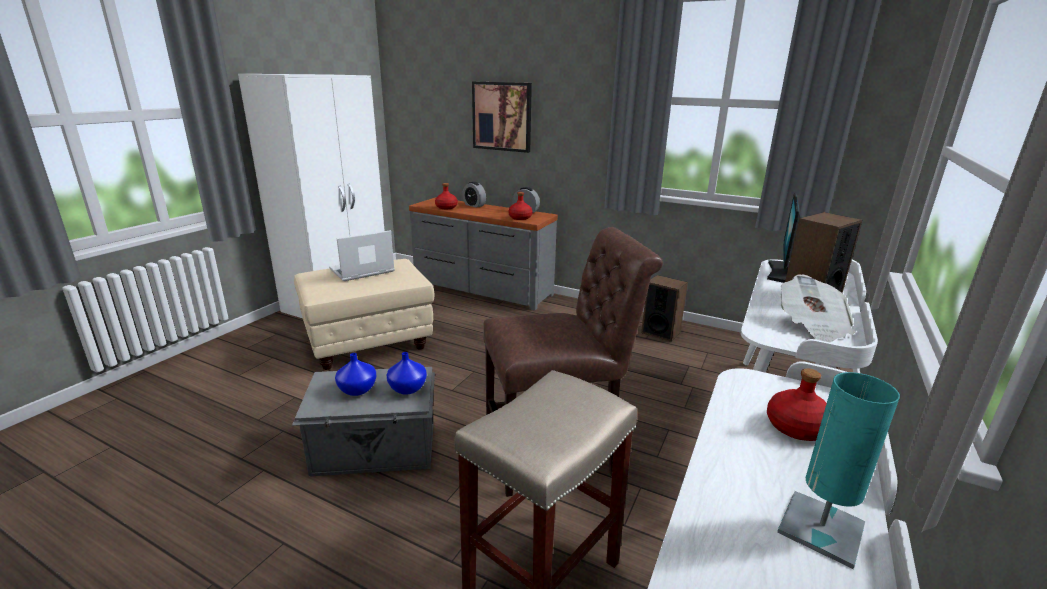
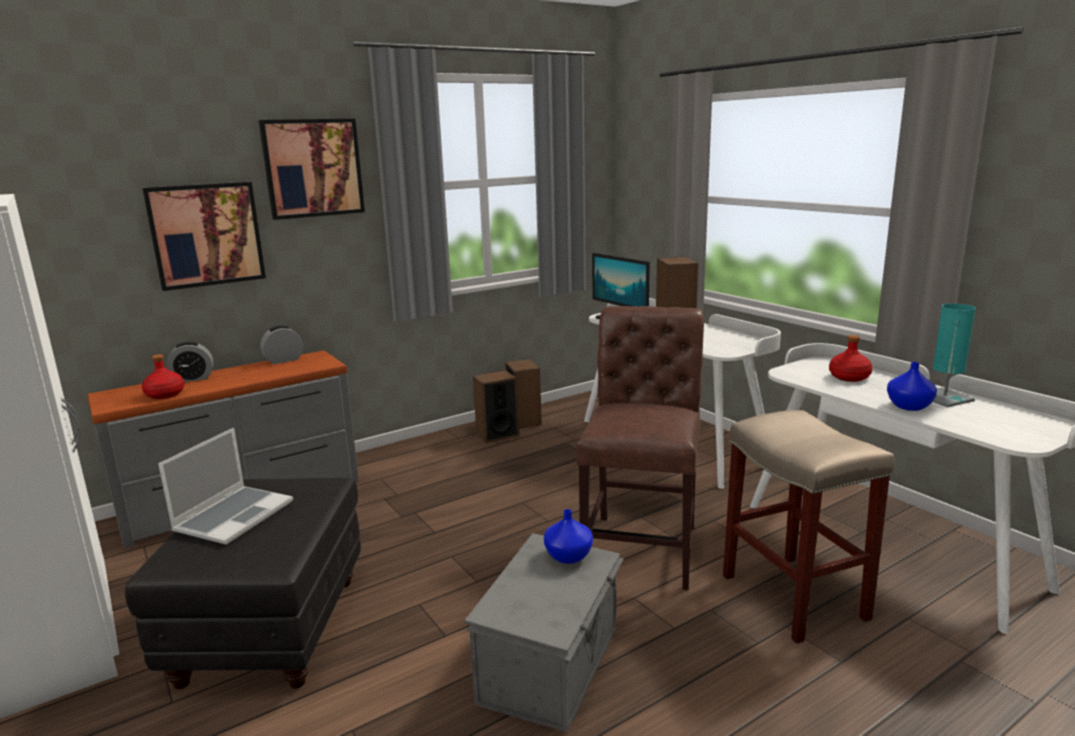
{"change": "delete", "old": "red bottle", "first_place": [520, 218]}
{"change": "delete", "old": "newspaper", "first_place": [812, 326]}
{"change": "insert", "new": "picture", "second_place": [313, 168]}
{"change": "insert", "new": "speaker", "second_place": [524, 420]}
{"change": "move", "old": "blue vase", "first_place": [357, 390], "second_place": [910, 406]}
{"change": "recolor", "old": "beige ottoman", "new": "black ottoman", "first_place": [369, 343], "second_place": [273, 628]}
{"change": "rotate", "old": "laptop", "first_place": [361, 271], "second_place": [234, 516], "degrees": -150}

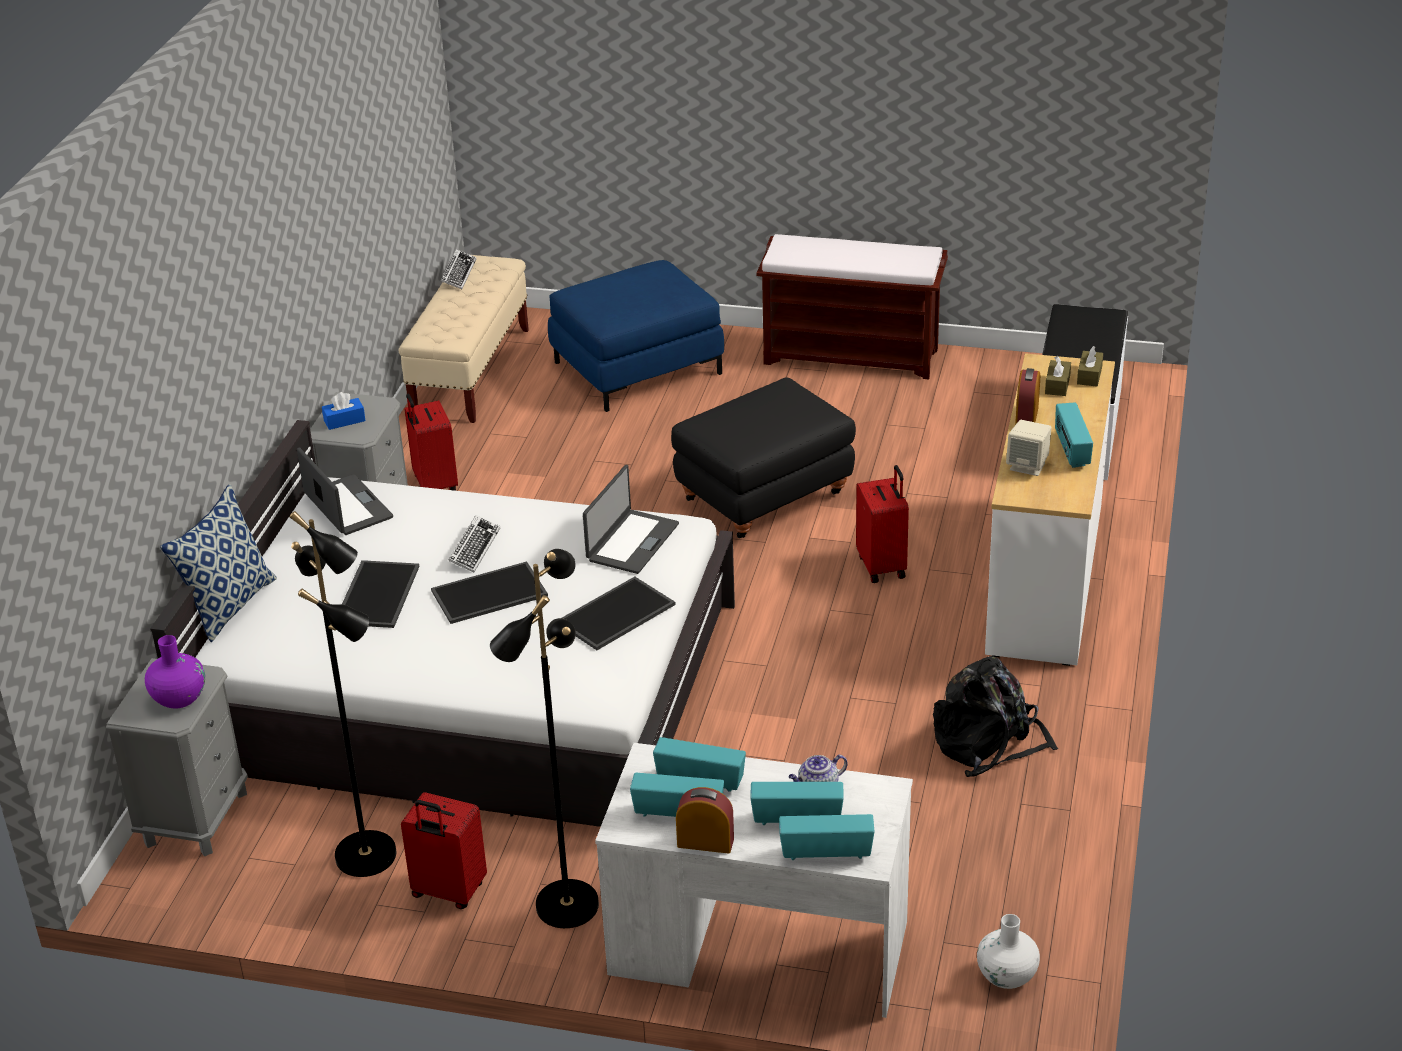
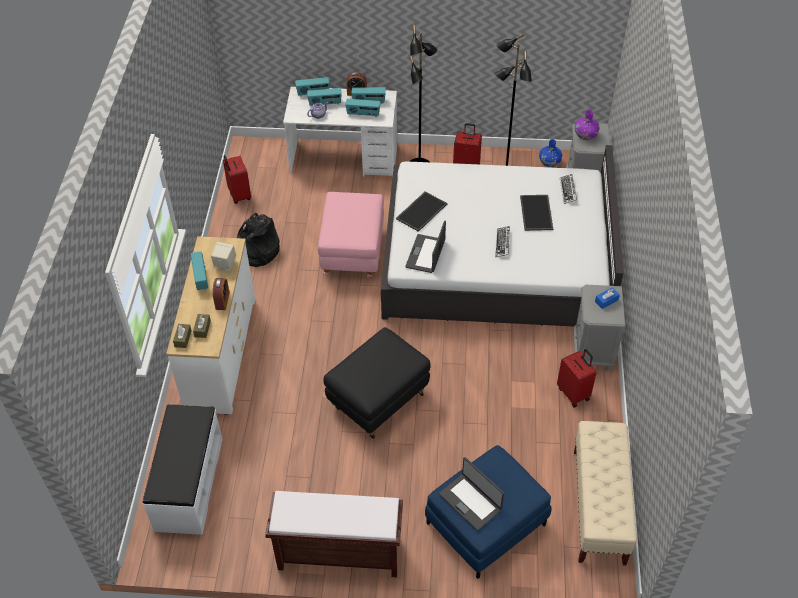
{"change": "delete", "old": "pillow", "first_place": [229, 605]}
{"change": "delete", "old": "tray", "first_place": [489, 594]}
{"change": "delete", "old": "white vase", "first_place": [1006, 976]}
{"change": "insert", "new": "pink ottoman", "second_place": [353, 253]}
{"change": "insert", "new": "blue vase", "second_place": [549, 163]}
{"change": "move", "old": "laptop", "first_place": [347, 507], "second_place": [471, 501]}
{"change": "move", "old": "keyboard", "first_place": [458, 273], "second_place": [568, 190]}
{"change": "move", "old": "red suitcase", "first_place": [883, 566], "second_place": [239, 195]}

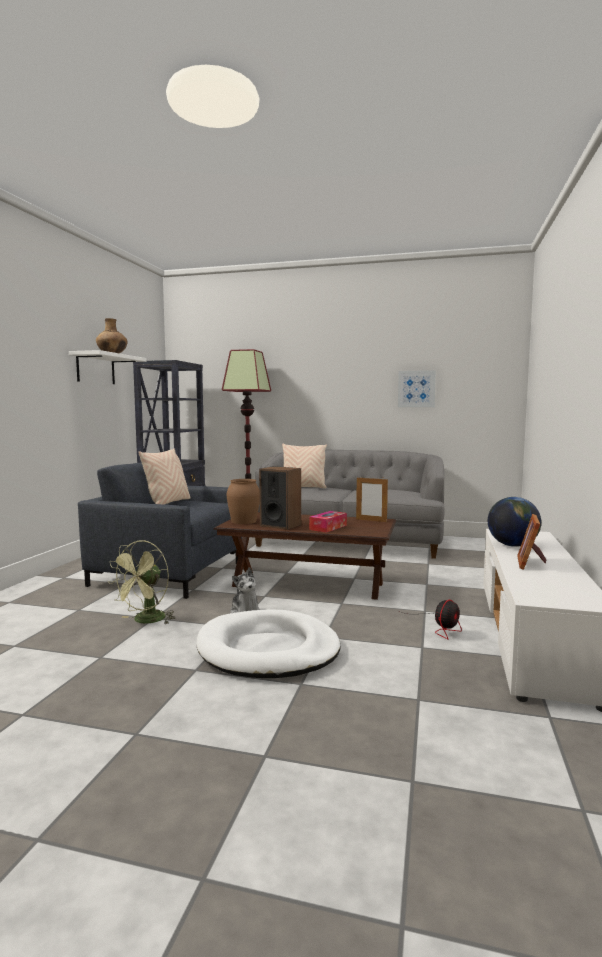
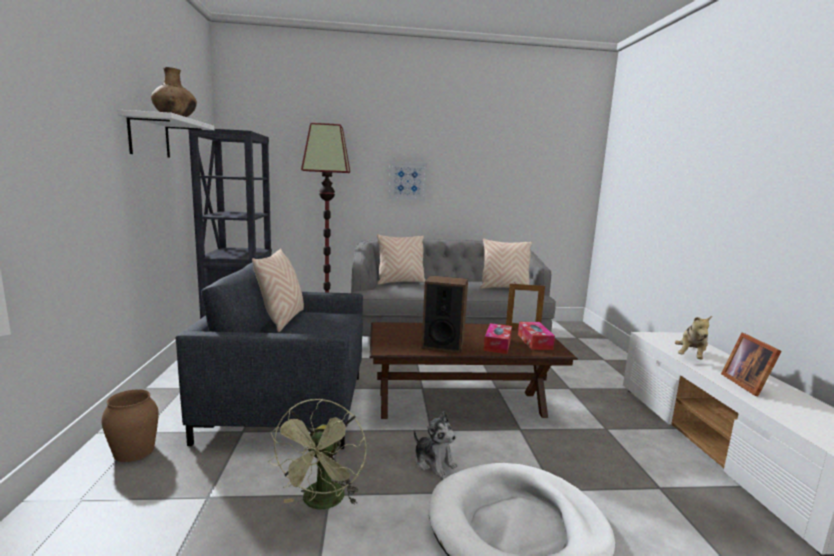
{"change": "delete", "old": "fan", "first_place": [441, 627]}
{"change": "insert", "new": "beige pillow", "second_place": [504, 288]}
{"change": "insert", "new": "tissue box", "second_place": [534, 342]}
{"change": "move", "old": "brown vase", "first_place": [244, 521], "second_place": [134, 451]}
{"change": "move", "old": "picture", "first_place": [416, 389], "second_place": [407, 181]}
{"change": "replace", "old": "globe", "new": "plush toy", "first_place": [512, 545], "second_place": [690, 357]}

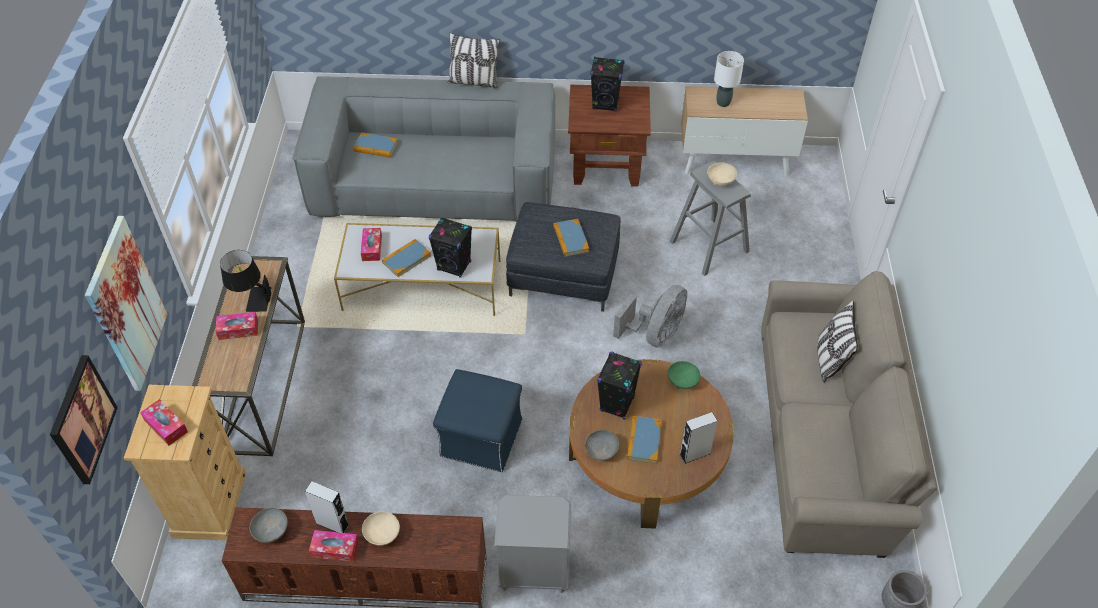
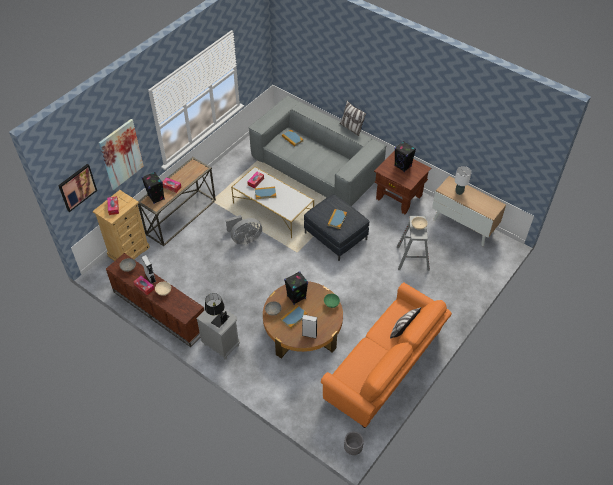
{"change": "delete", "old": "blue ottoman", "first_place": [480, 437]}
{"change": "move", "old": "black table lamp", "first_place": [251, 299], "second_place": [217, 317]}
{"change": "move", "old": "black speaker", "first_place": [454, 266], "second_place": [156, 197]}
{"change": "move", "old": "grey fan", "first_place": [655, 334], "second_place": [244, 239]}
{"change": "recolor", "old": "beige sofa", "new": "orange sofa", "first_place": [826, 440], "second_place": [386, 368]}

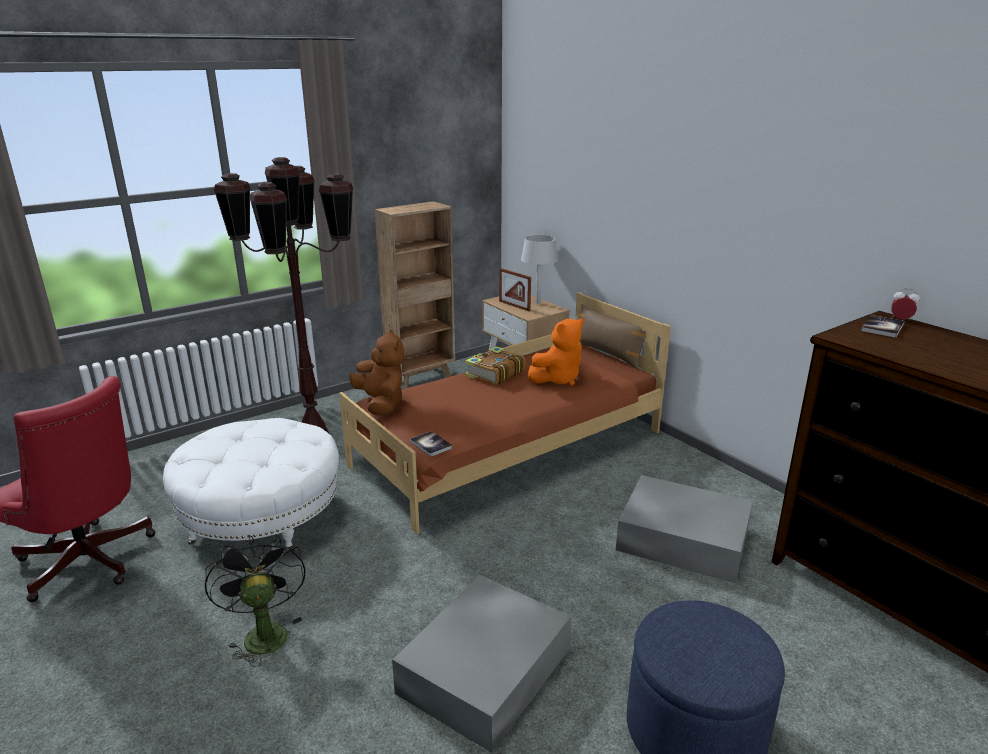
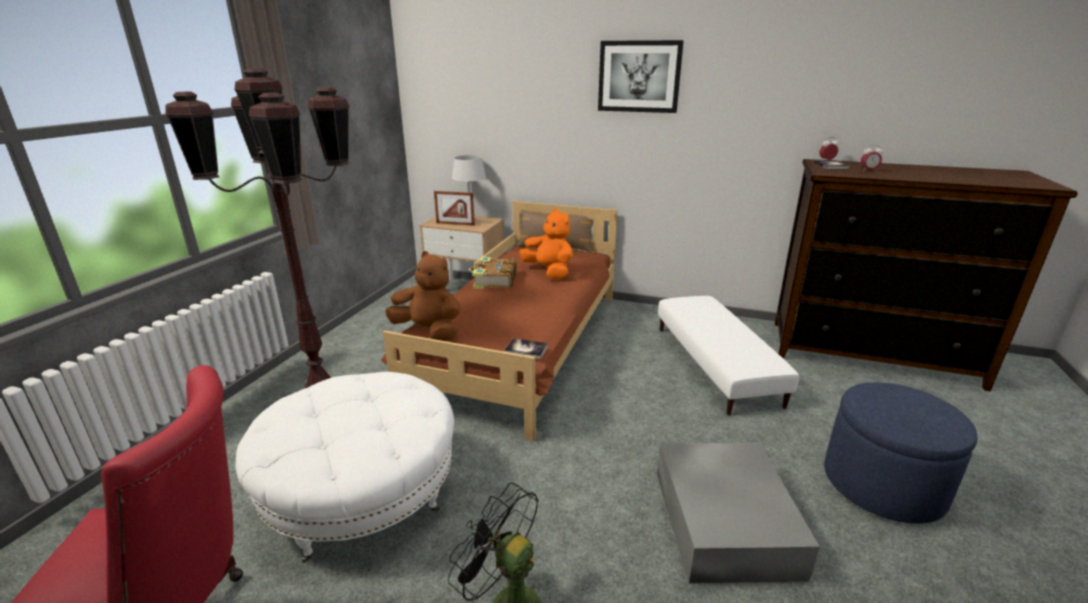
{"change": "delete", "old": "brown bookcase", "first_place": [422, 378]}
{"change": "insert", "new": "picture", "second_place": [639, 76]}
{"change": "insert", "new": "alarm clock", "second_place": [868, 170]}
{"change": "replace", "old": "grey storage box", "new": "white ottoman", "first_place": [681, 538], "second_place": [715, 364]}
{"change": "rotate", "old": "orange plush toy", "first_place": [557, 379], "second_place": [549, 272], "degrees": -60}

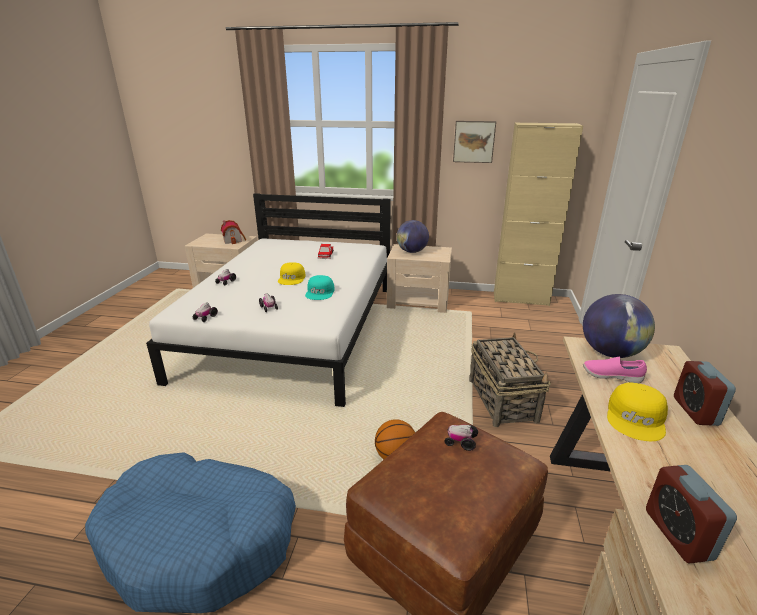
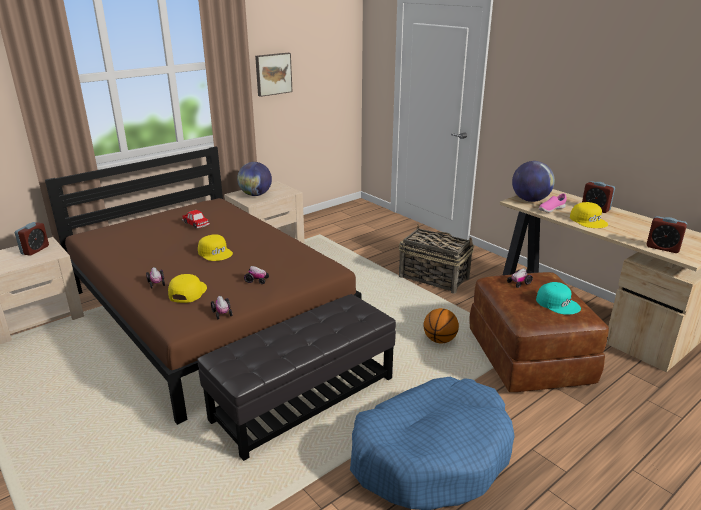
{"change": "delete", "old": "beige cabinet", "first_place": [520, 299]}
{"change": "insert", "new": "yellow cap", "second_place": [187, 292]}
{"change": "insert", "new": "black ottoman", "second_place": [304, 398]}
{"change": "move", "old": "turquoise cap", "first_place": [320, 292], "second_place": [557, 303]}
{"change": "replace", "old": "toy house", "new": "alarm clock", "first_place": [234, 240], "second_place": [35, 250]}
{"change": "recolor", "old": "white bed", "new": "brown bed", "first_place": [295, 329], "second_place": [208, 314]}

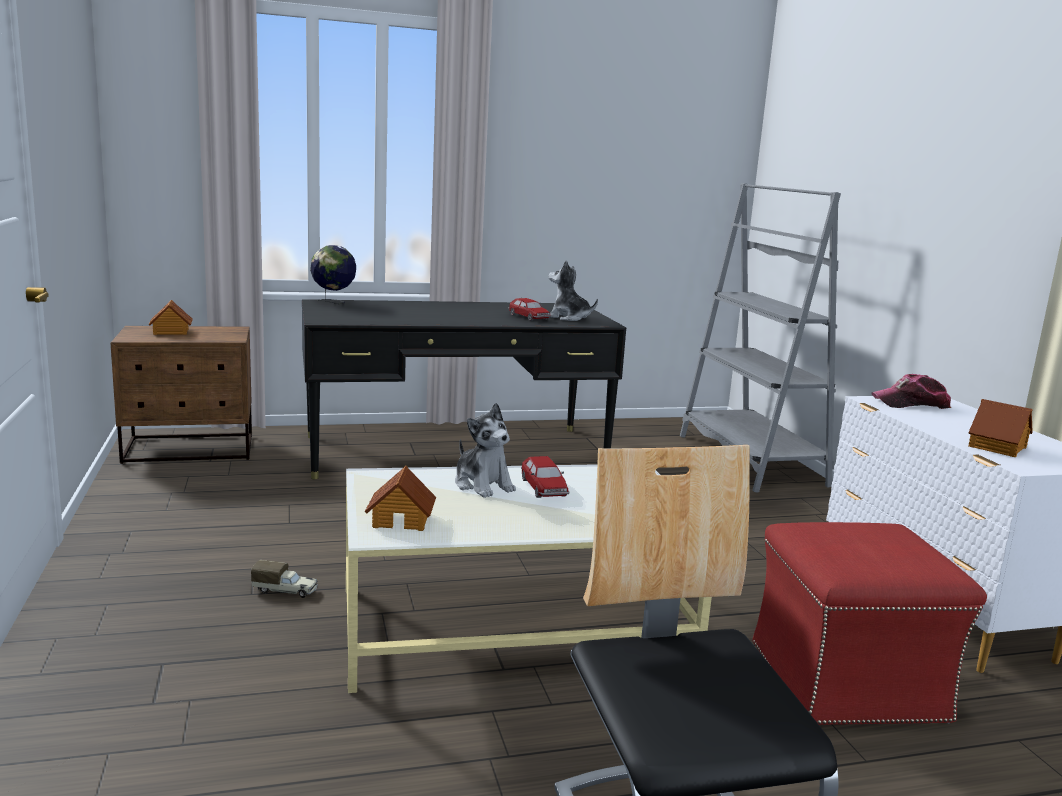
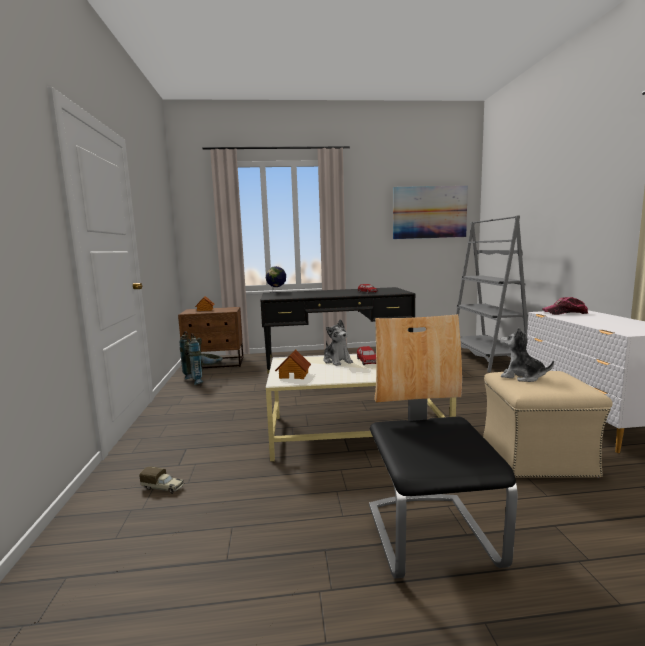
{"change": "delete", "old": "toy house", "first_place": [998, 447]}
{"change": "insert", "new": "grey backpack", "second_place": [204, 379]}
{"change": "insert", "new": "picture", "second_place": [429, 212]}
{"change": "move", "old": "toy truck", "first_place": [286, 591], "second_place": [163, 488]}
{"change": "move", "old": "plush toy", "first_place": [568, 318], "second_place": [522, 377]}
{"change": "recolor", "old": "red ottoman", "new": "beige ottoman", "first_place": [848, 681], "second_place": [538, 457]}

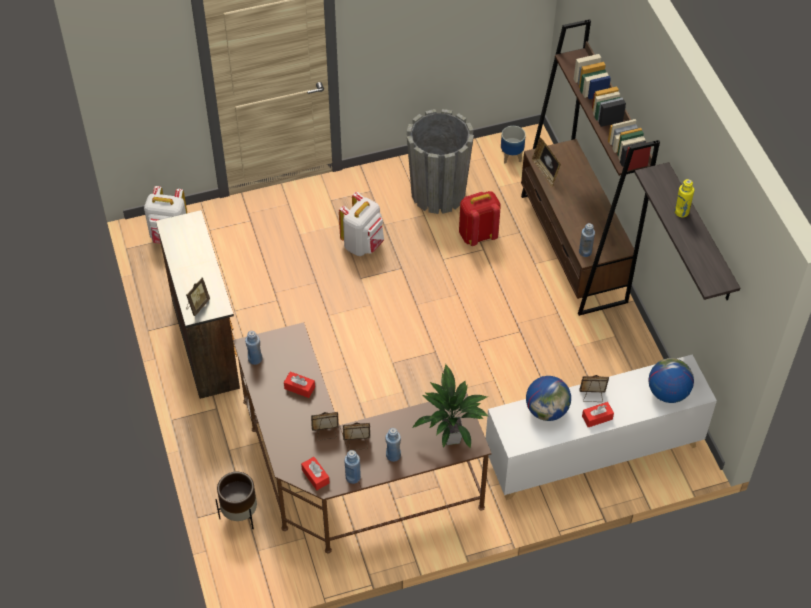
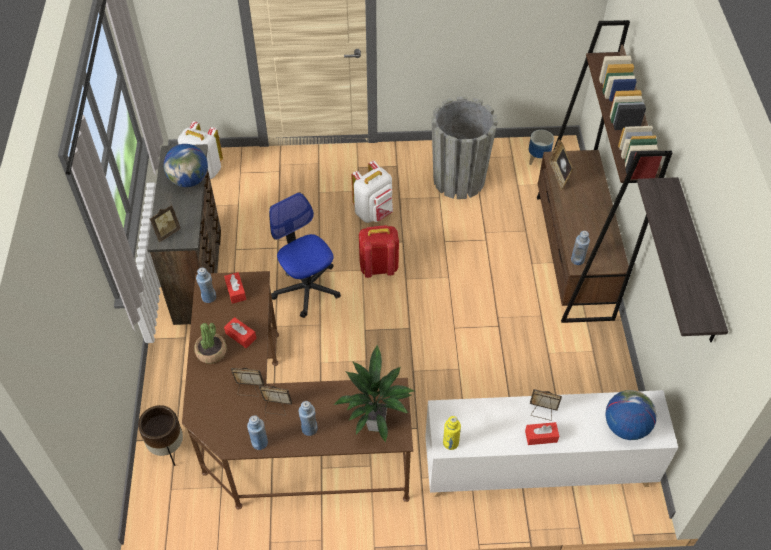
{"change": "insert", "new": "potted plant", "second_place": [211, 352]}
{"change": "insert", "new": "office chair", "second_place": [307, 288]}
{"change": "move", "old": "red tissue box", "first_place": [315, 476], "second_place": [236, 291]}
{"change": "move", "old": "red backpack", "first_place": [477, 235], "second_place": [378, 267]}
{"change": "move", "old": "globe", "first_place": [547, 410], "second_place": [189, 180]}
{"change": "move", "old": "yellow bottle", "first_place": [681, 212], "second_place": [450, 443]}

